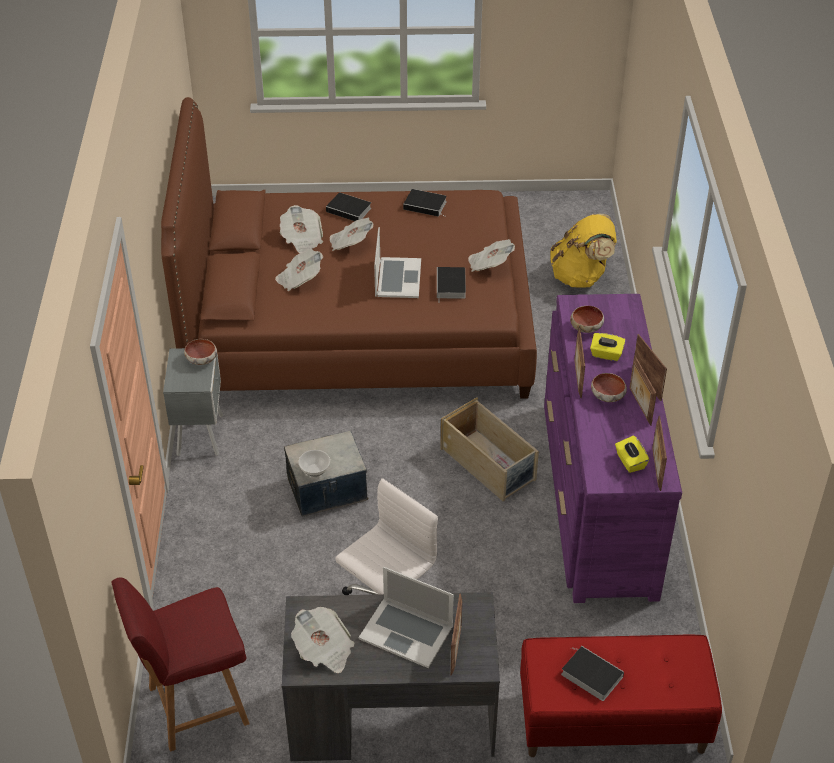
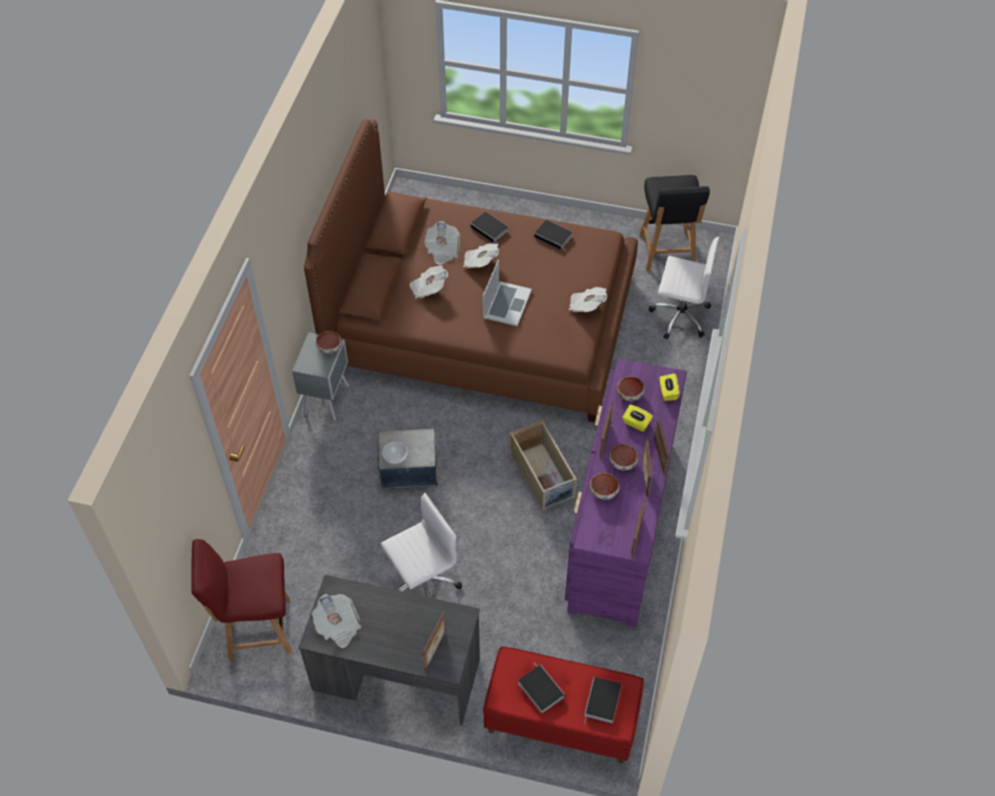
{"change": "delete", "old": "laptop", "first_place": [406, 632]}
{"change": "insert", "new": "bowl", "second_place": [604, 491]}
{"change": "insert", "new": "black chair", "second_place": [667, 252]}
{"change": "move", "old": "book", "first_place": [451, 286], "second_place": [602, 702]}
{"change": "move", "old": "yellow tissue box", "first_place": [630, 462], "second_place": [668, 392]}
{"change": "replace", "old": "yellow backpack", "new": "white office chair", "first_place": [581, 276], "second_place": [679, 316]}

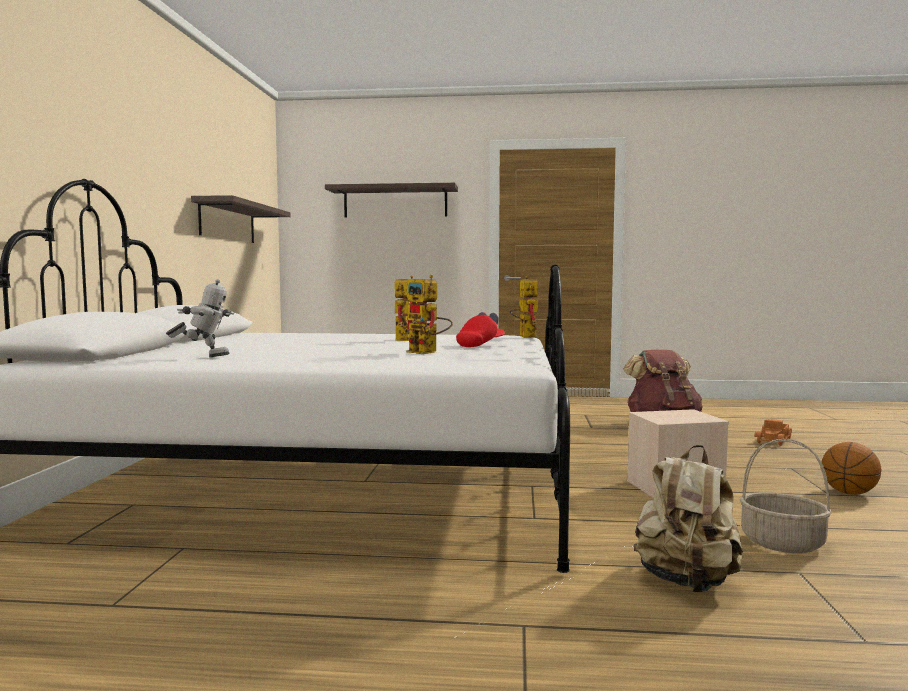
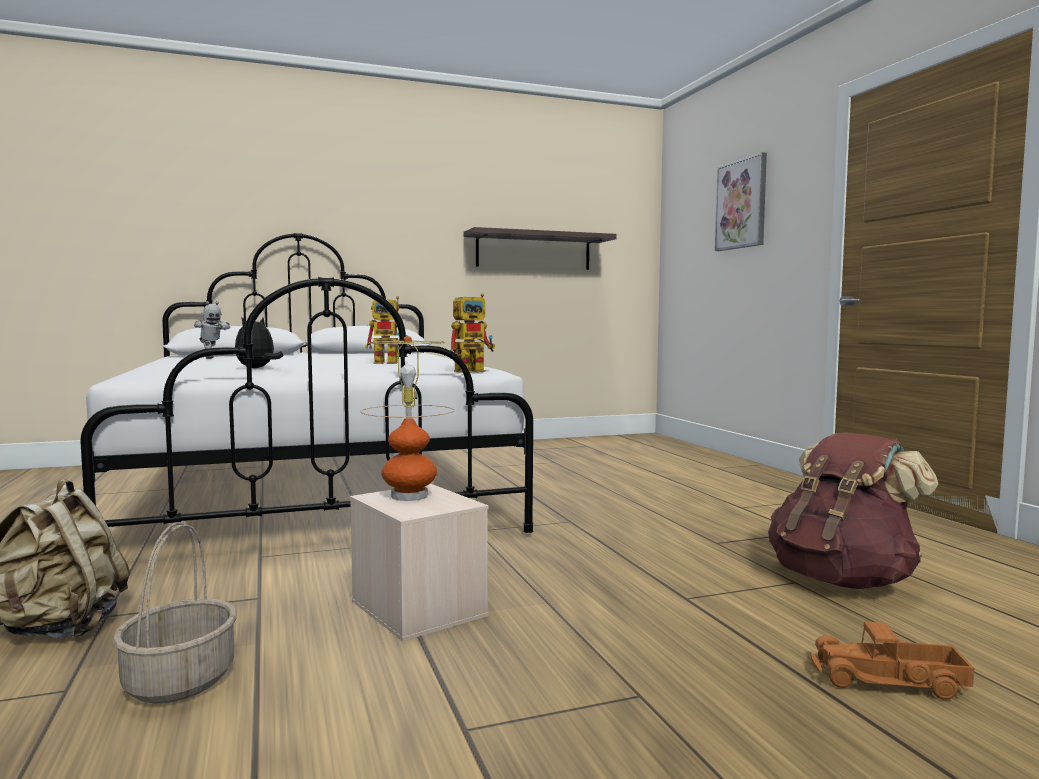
{"change": "delete", "old": "red cap", "first_place": [480, 345]}
{"change": "delete", "old": "basketball", "first_place": [849, 493]}
{"change": "insert", "new": "table lamp", "second_place": [410, 496]}
{"change": "replace", "old": "shelf", "new": "picture", "first_place": [395, 202], "second_place": [741, 204]}
{"change": "replace", "old": "toy robot", "new": "plush toy", "first_place": [428, 352], "second_place": [257, 368]}

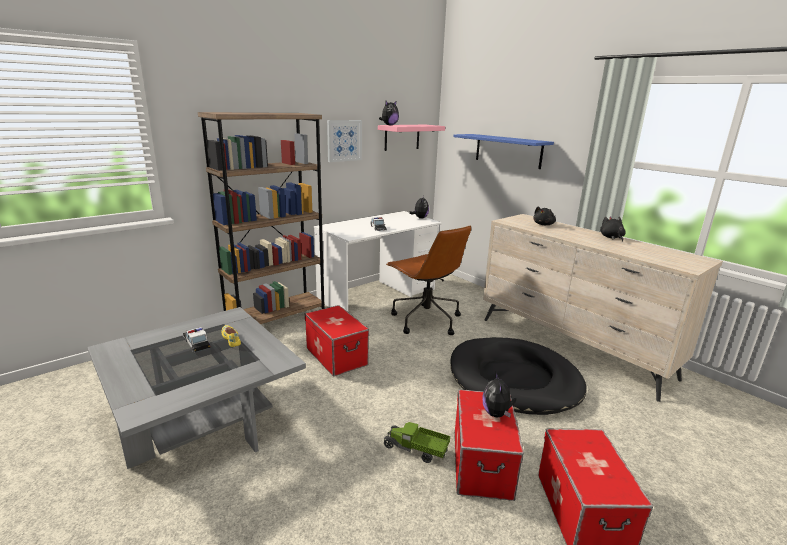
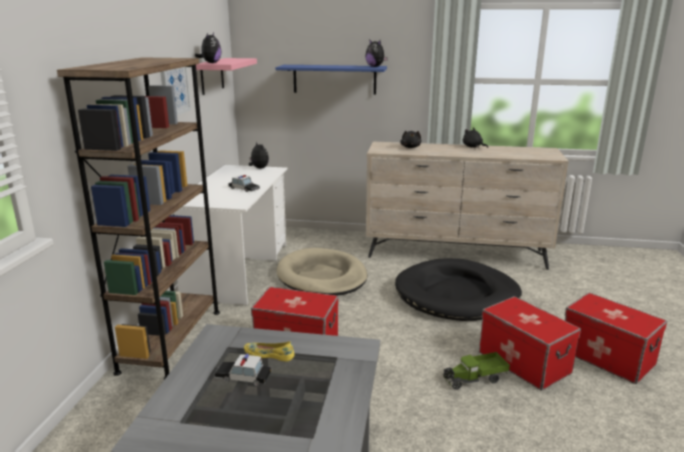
{"change": "move", "old": "plush toy", "first_place": [496, 413], "second_place": [375, 66]}
{"change": "replace", "old": "brown office chair", "new": "beige dog bed", "first_place": [425, 320], "second_place": [322, 277]}

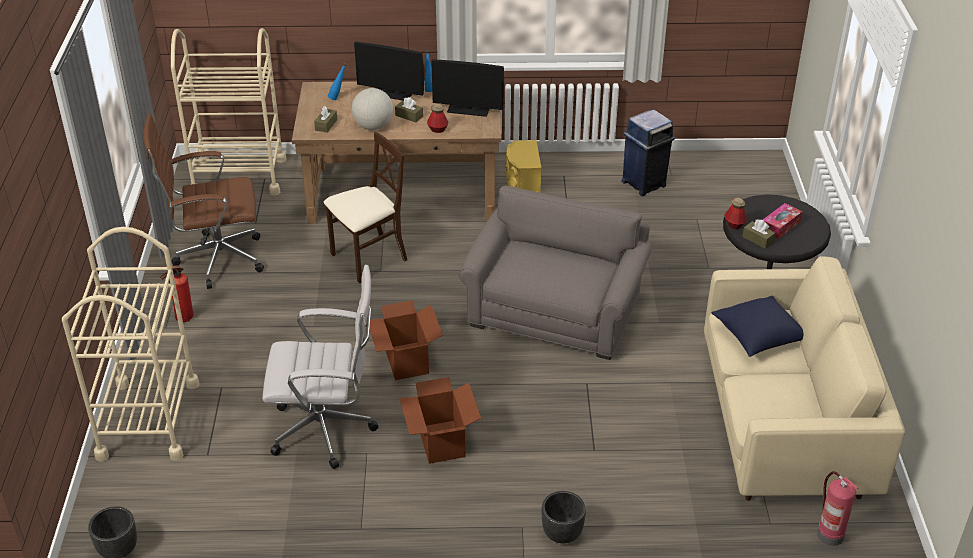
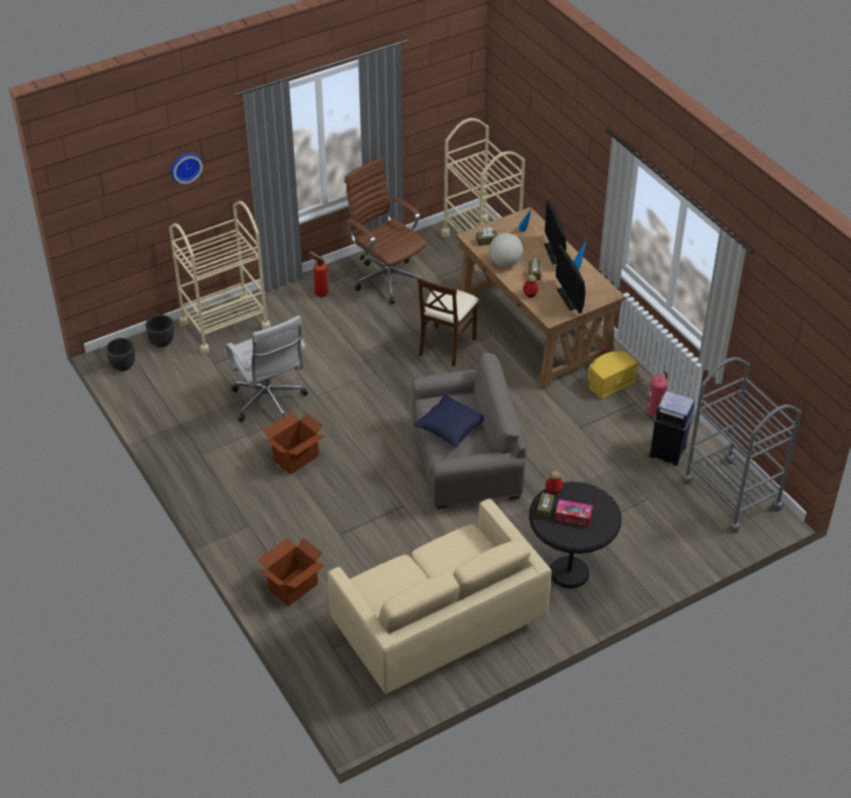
{"change": "insert", "new": "wall clock", "second_place": [185, 166]}
{"change": "insert", "new": "grey cart", "second_place": [731, 494]}
{"change": "move", "old": "cardboard box", "first_place": [406, 361], "second_place": [292, 587]}
{"change": "move", "old": "black planter", "first_place": [562, 534], "second_place": [161, 342]}
{"change": "move", "old": "blue pillow", "first_place": [758, 337], "second_place": [450, 429]}
{"change": "move", "old": "fire extinguisher", "first_place": [829, 534], "second_place": [654, 414]}
{"change": "rotate", "old": "beige chair", "first_place": [368, 259], "second_place": [446, 346], "degrees": 90}

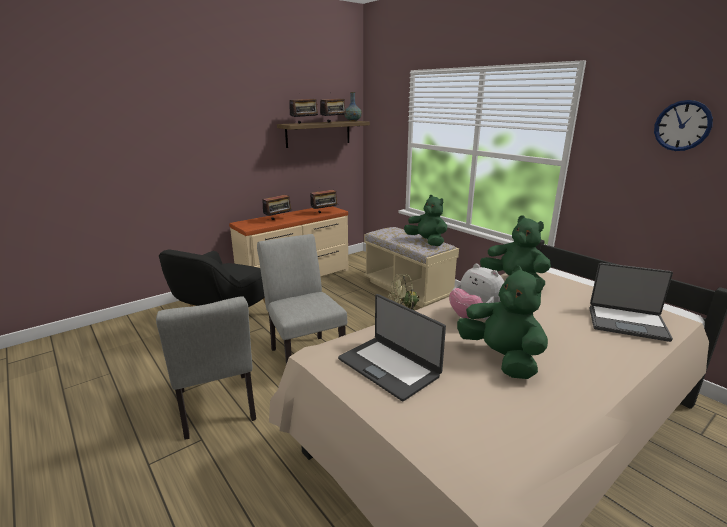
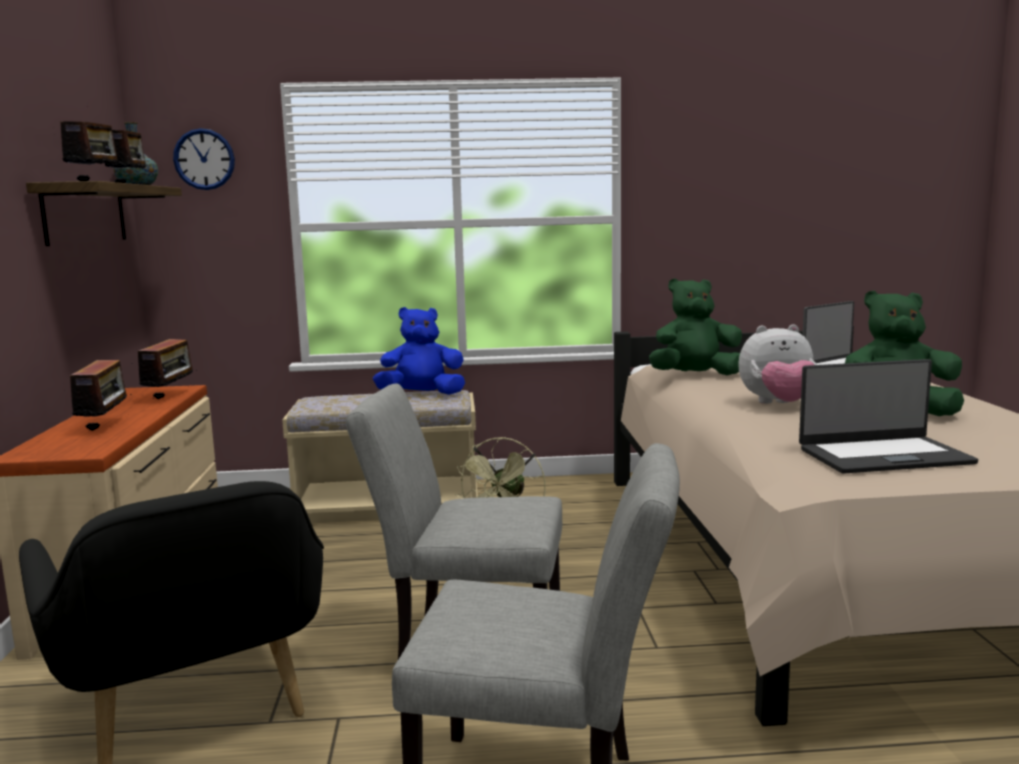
{"change": "move", "old": "wall clock", "first_place": [682, 125], "second_place": [204, 159]}
{"change": "recolor", "old": "green plush toy", "new": "blue plush toy", "first_place": [426, 241], "second_place": [421, 395]}

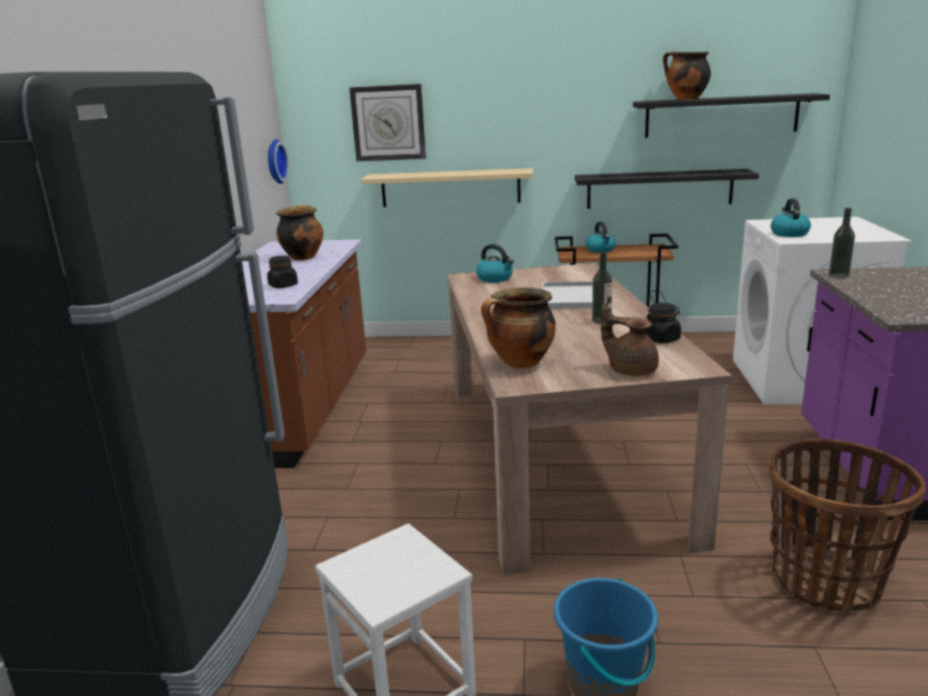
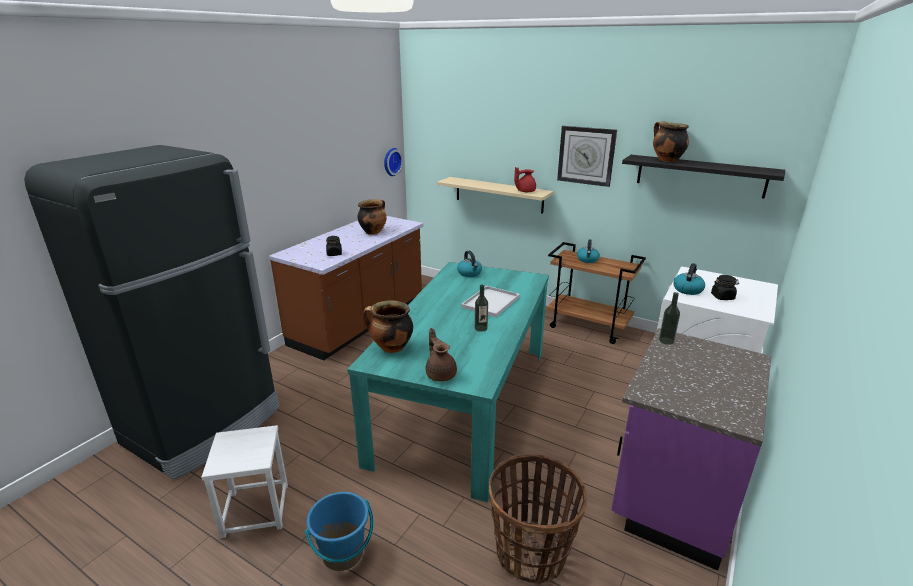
{"change": "delete", "old": "black shelf", "first_place": [659, 189]}
{"change": "insert", "new": "red teapot", "second_place": [525, 191]}
{"change": "move", "old": "wall clock", "first_place": [388, 123], "second_place": [586, 155]}
{"change": "move", "old": "black jar", "first_place": [661, 339], "second_place": [722, 297]}
{"change": "recolor", "old": "beige dining table", "new": "turquoise dining table", "first_place": [557, 456], "second_place": [464, 402]}

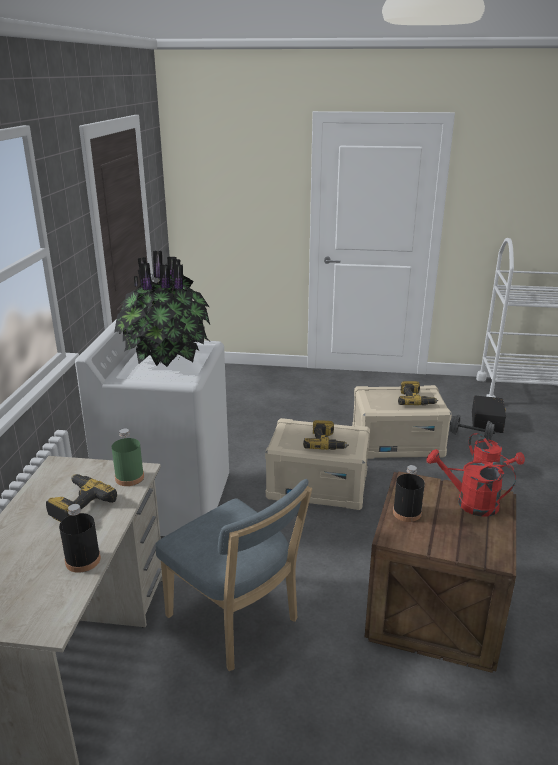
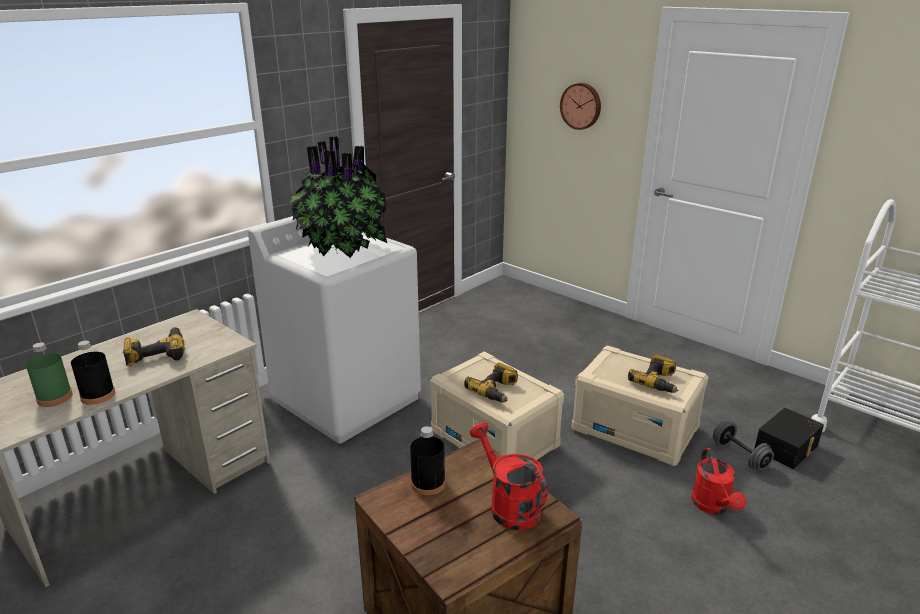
{"change": "delete", "old": "blue chair", "first_place": [236, 621]}
{"change": "insert", "new": "wall clock", "second_place": [581, 106]}
{"change": "move", "old": "green bottle", "first_place": [129, 478], "second_place": [55, 397]}

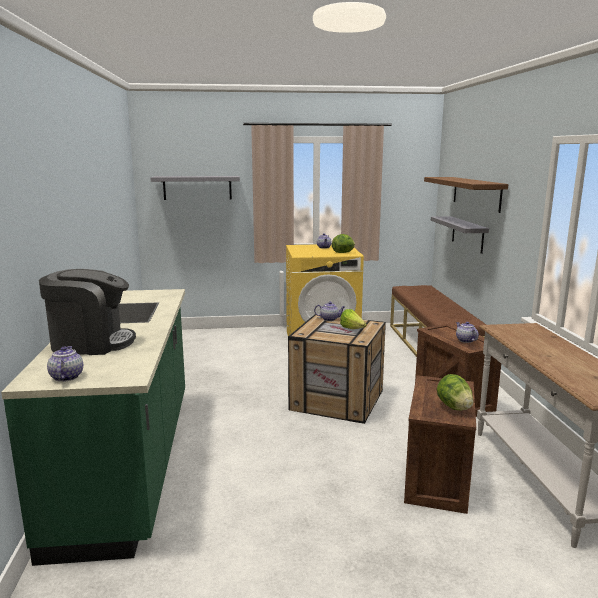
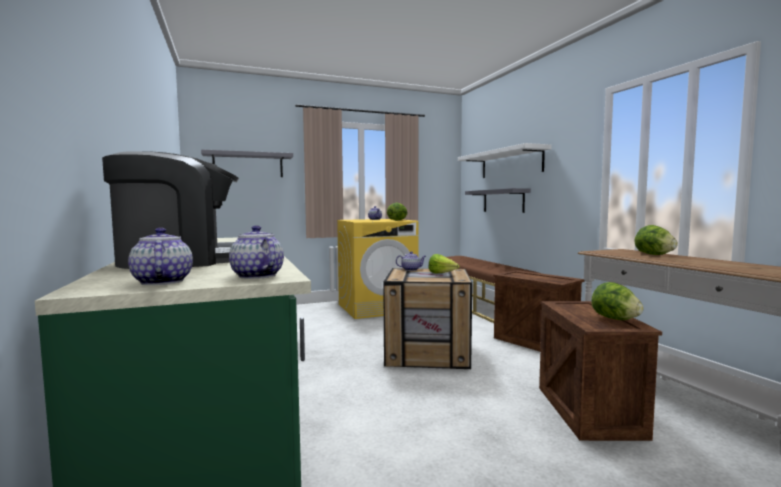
{"change": "insert", "new": "lettuce", "second_place": [654, 254]}
{"change": "move", "old": "teapot", "first_place": [465, 340], "second_place": [256, 276]}
{"change": "recolor", "old": "brown shelf", "new": "white shelf", "first_place": [476, 193], "second_place": [510, 163]}

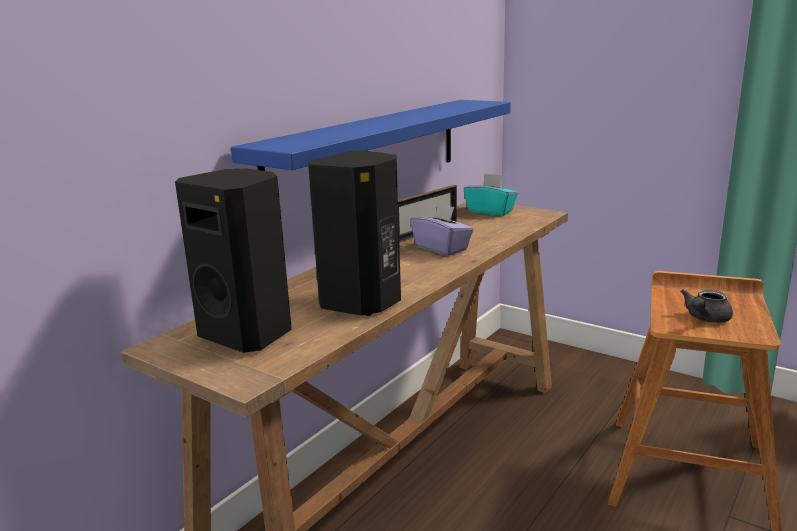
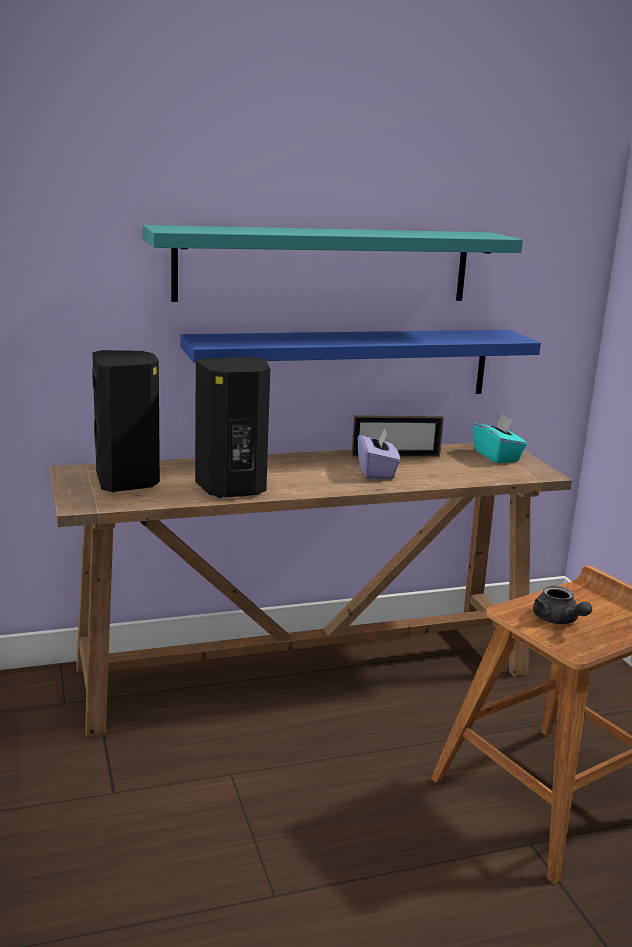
{"change": "insert", "new": "turquoise shelf", "second_place": [325, 265]}
{"change": "rotate", "old": "grey teapot", "first_place": [705, 319], "second_place": [558, 620], "degrees": -105}

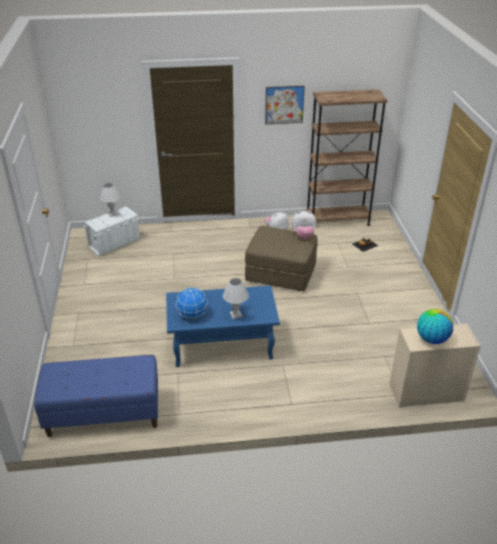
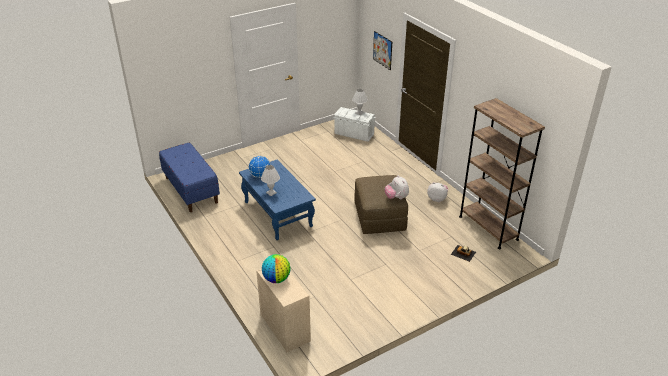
{"change": "move", "old": "picture", "first_place": [284, 105], "second_place": [382, 50]}

